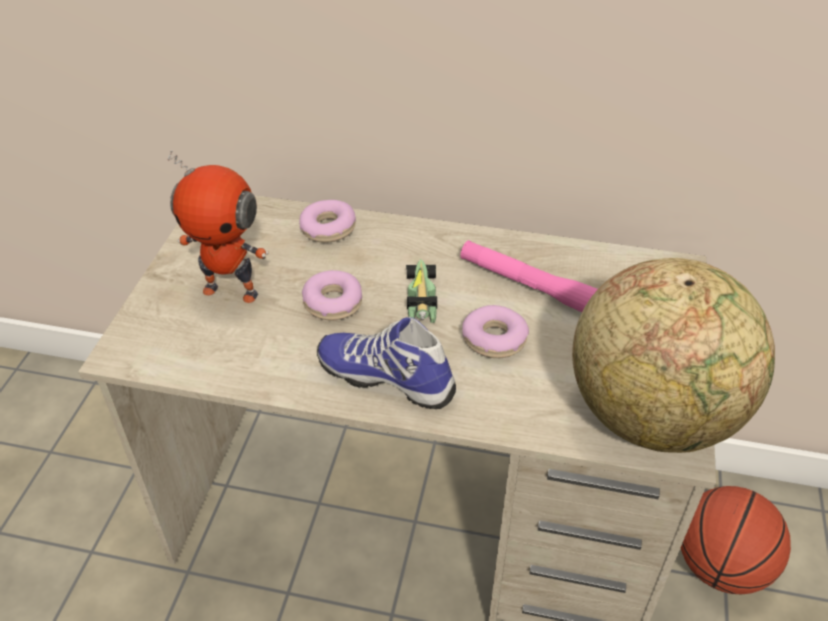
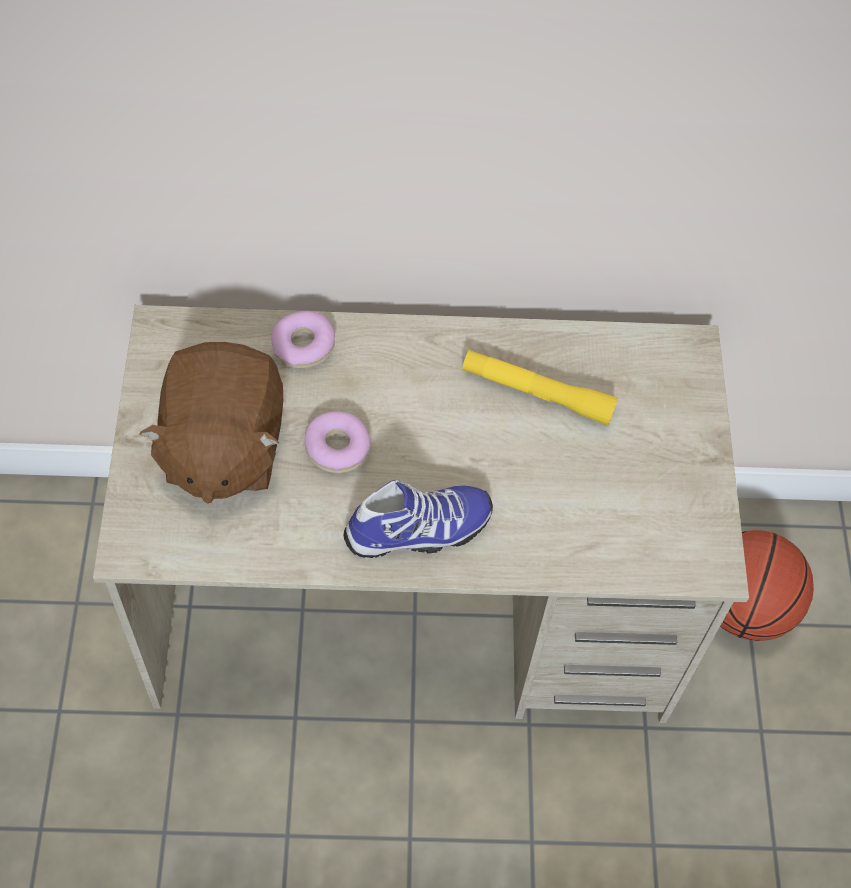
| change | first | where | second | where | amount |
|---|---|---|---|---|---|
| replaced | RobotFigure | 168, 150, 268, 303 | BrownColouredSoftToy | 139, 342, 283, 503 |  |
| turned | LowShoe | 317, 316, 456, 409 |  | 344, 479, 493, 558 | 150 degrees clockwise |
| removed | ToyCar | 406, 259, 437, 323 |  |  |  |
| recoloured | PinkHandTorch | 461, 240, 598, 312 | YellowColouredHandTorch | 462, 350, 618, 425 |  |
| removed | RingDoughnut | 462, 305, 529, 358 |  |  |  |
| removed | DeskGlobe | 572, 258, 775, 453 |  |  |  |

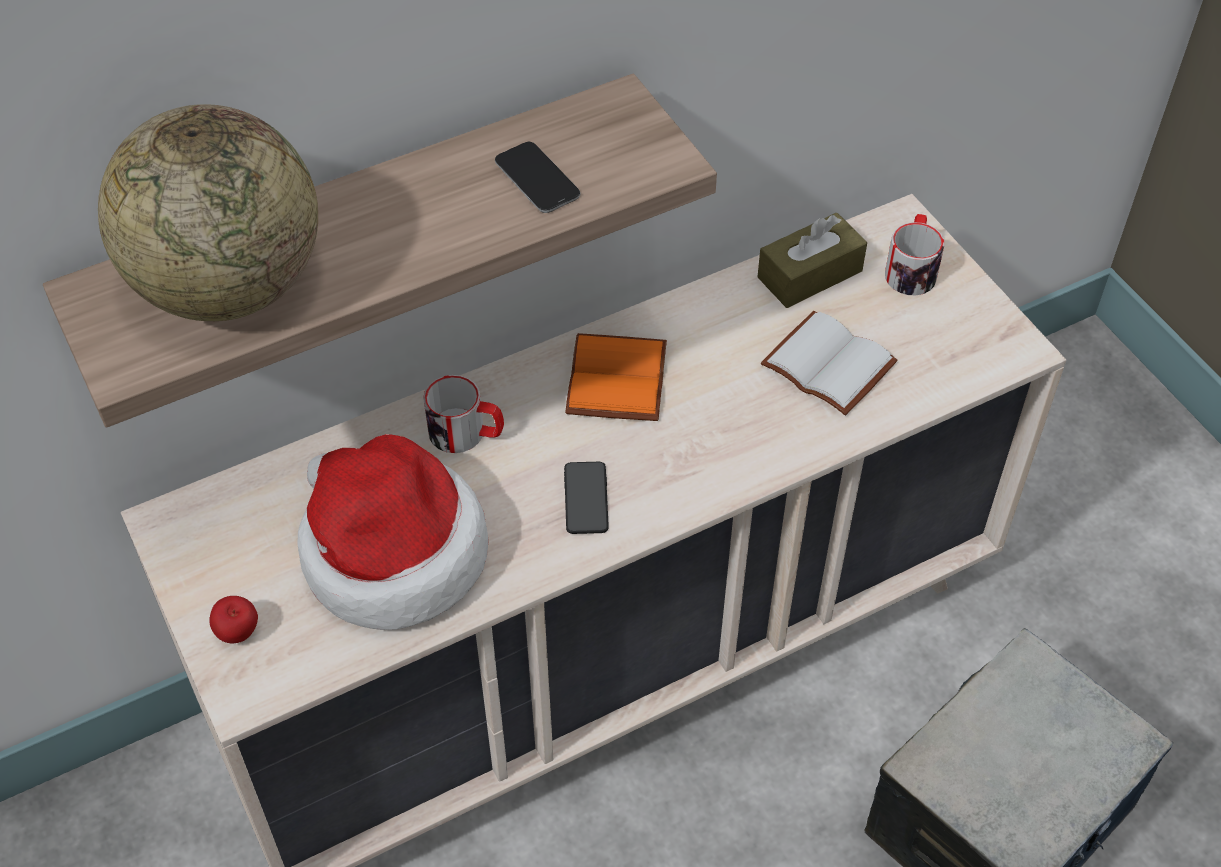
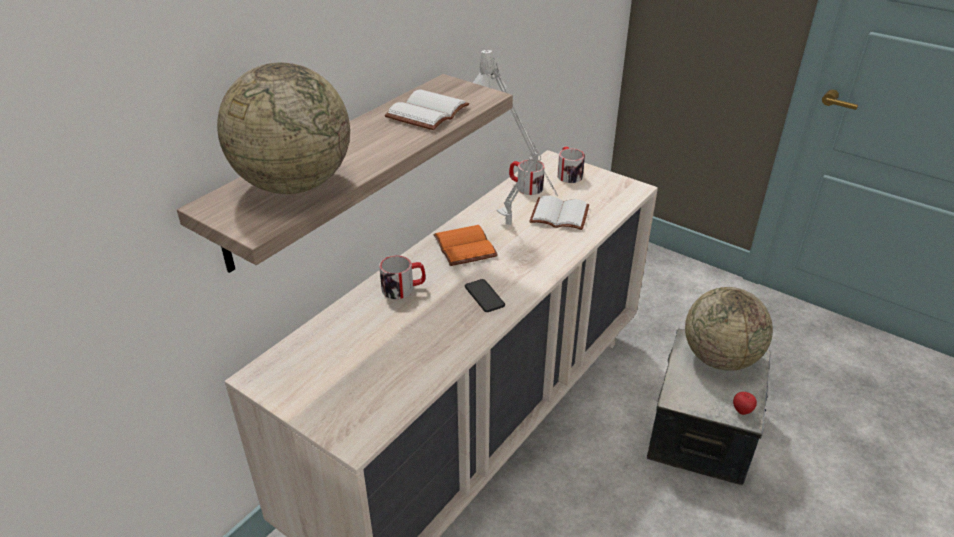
| change | first | where | second | where | amount |
|---|---|---|---|---|---|
| moved | WholeApple | 209, 596, 258, 643 |  | 733, 392, 757, 415 |  |
| removed | WearableHat | 298, 434, 489, 630 |  |  |  |
| replaced | Telephone | 495, 142, 580, 213 | WhitishBook | 385, 89, 469, 130 |  |
| replaced | BrownColouredTissueHolder | 757, 213, 867, 308 | Mug | 509, 160, 545, 195 |  |
| added |  |  | GreyLampForATable | 473, 48, 558, 225 |  |
| added |  |  | DeskGlobe | 685, 287, 773, 371 |  |

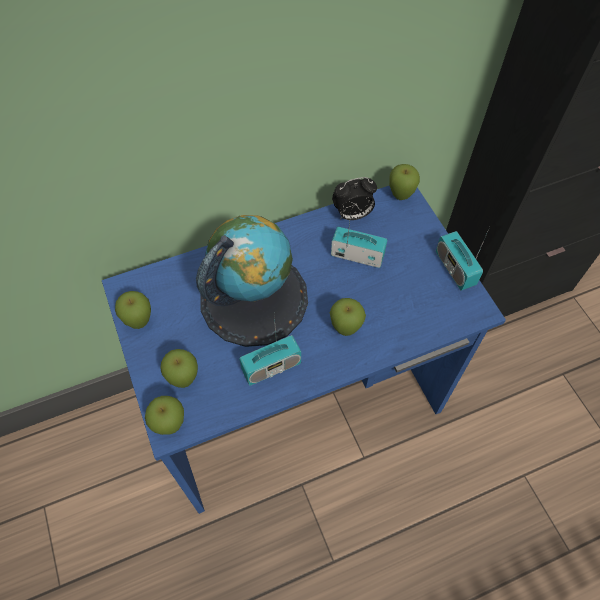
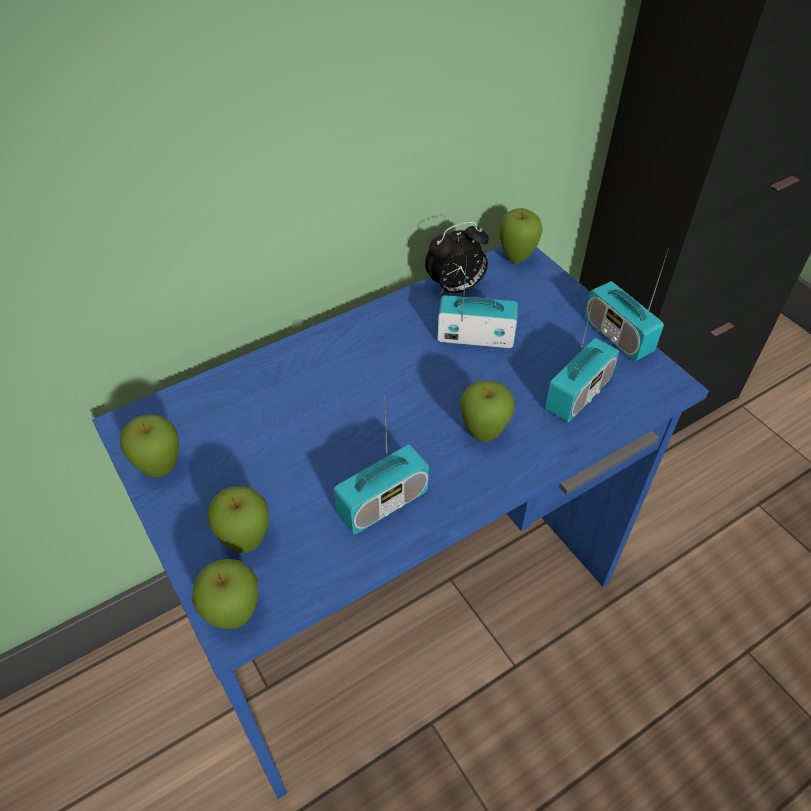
| change | first | where | second | where | amount |
|---|---|---|---|---|---|
| removed | DeskGlobe | 196, 215, 308, 347 |  |  |  |
| added |  |  | Radio | 545, 288, 619, 422 |  |

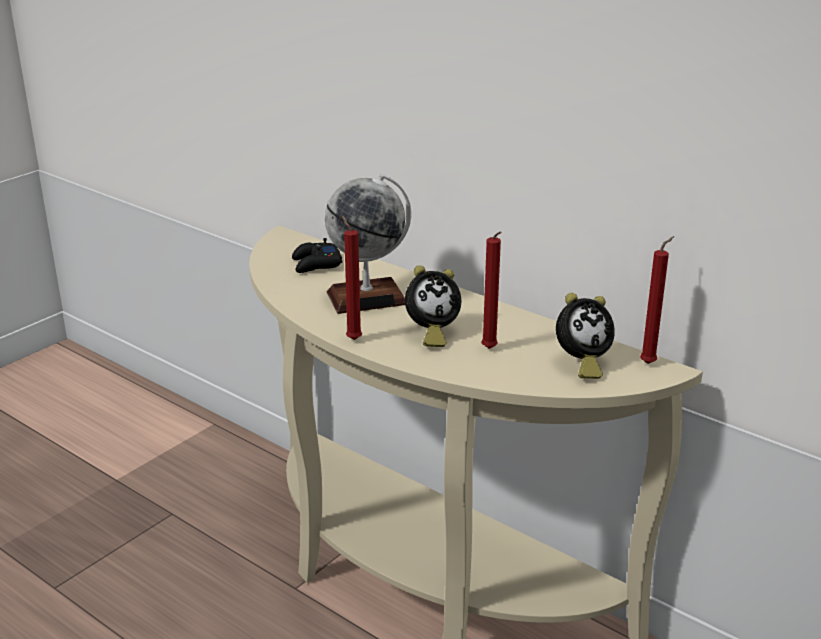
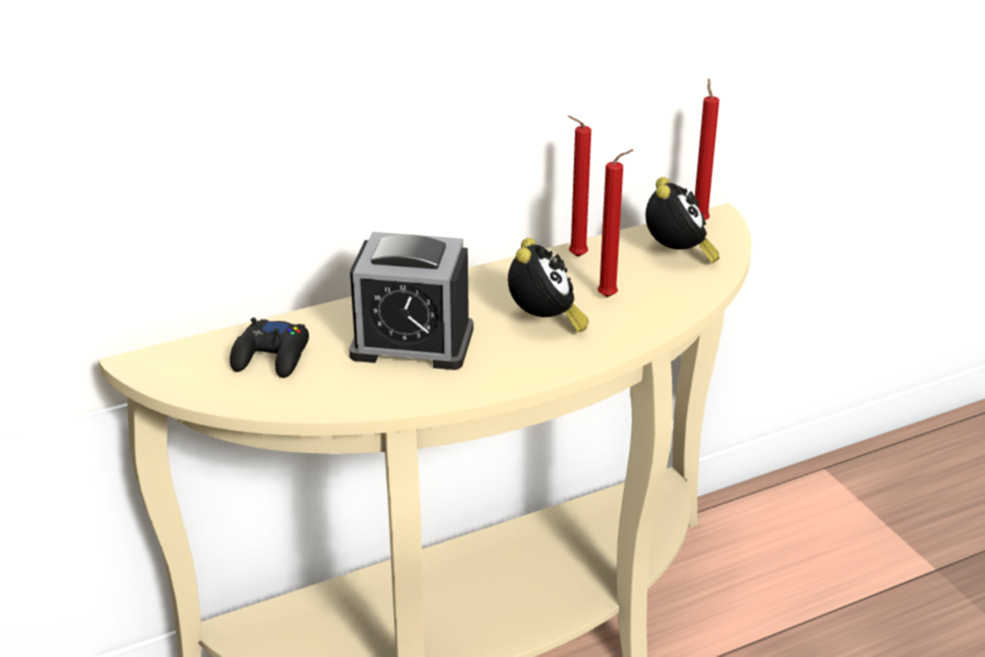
| change | first | where | second | where | amount |
|---|---|---|---|---|---|
| replaced | DeskGlobe | 325, 174, 411, 314 | TableClock | 349, 232, 474, 370 |  |
| moved | RedWaxLight | 342, 215, 362, 340 |  | 568, 115, 591, 257 |  |

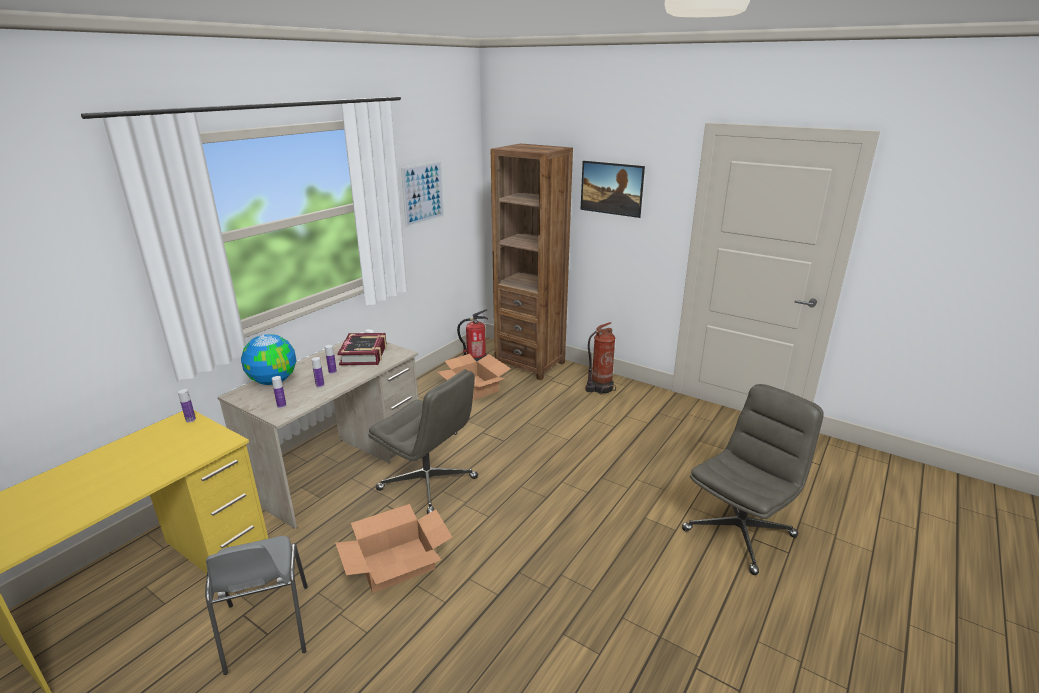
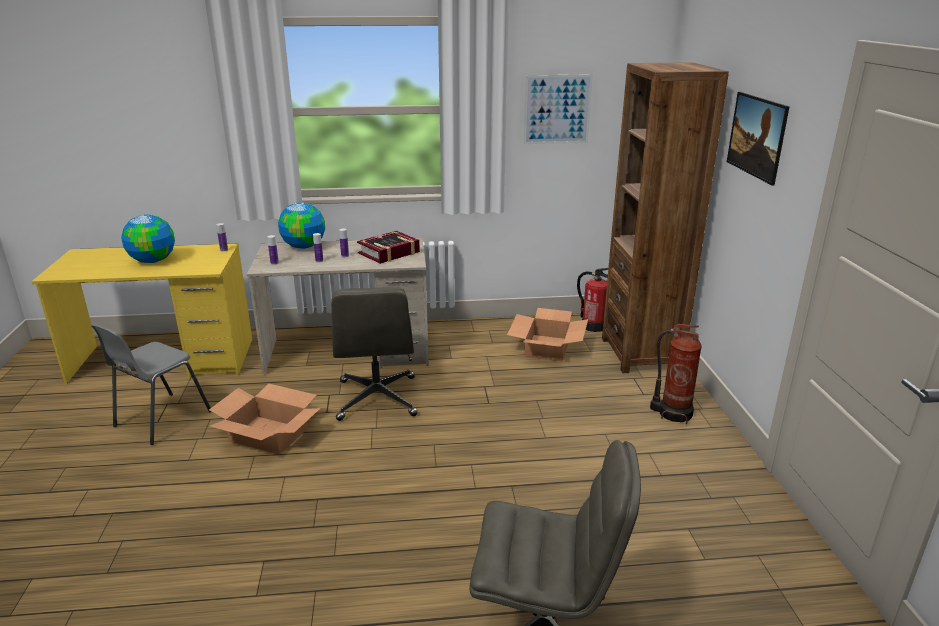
| change | first | where | second | where | amount |
|---|---|---|---|---|---|
| added |  |  | DeskGlobe | 121, 214, 175, 263 |  |

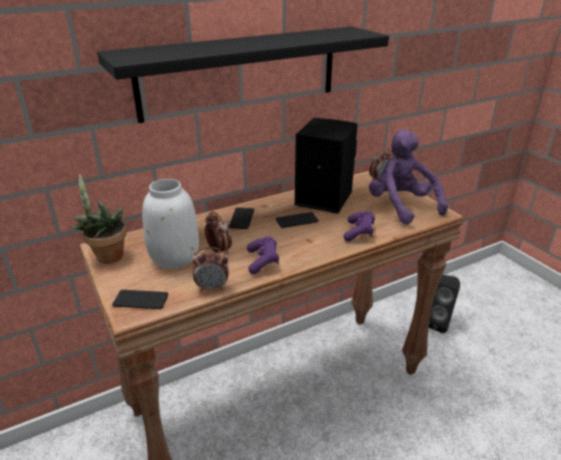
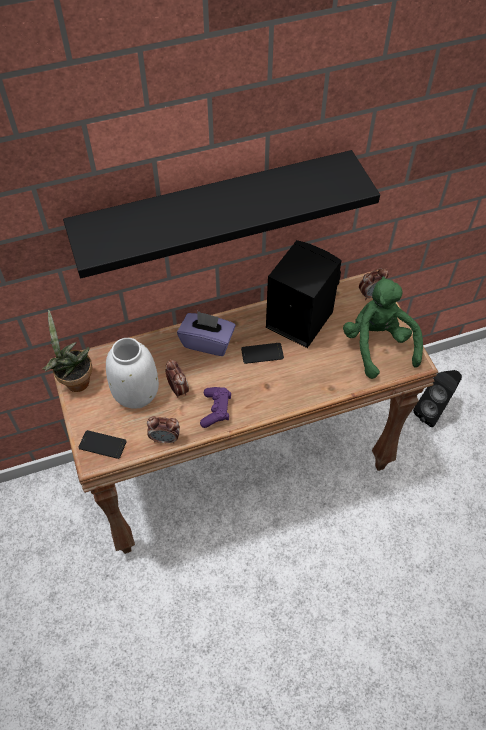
| change | first | where | second | where | amount |
|---|---|---|---|---|---|
| replaced | Telephone | 229, 208, 254, 229 | PurpleColouredTissueHolder | 177, 311, 236, 356 |  |
| removed | PurpleColouredJoypad | 344, 211, 375, 241 |  |  |  |
| recoloured | PurpleColouredSoftToy | 369, 130, 448, 225 | GreenColouredSoftToy | 343, 276, 423, 379 |  |

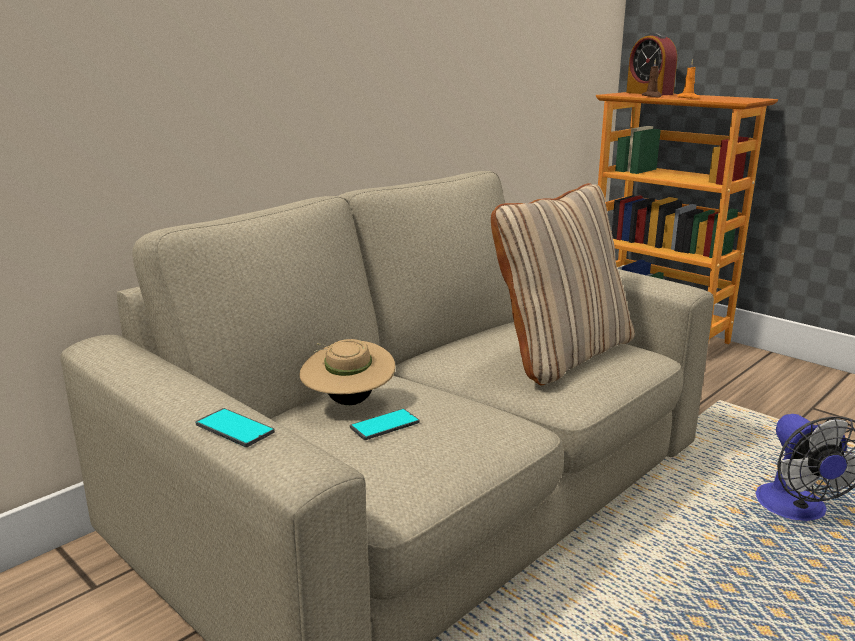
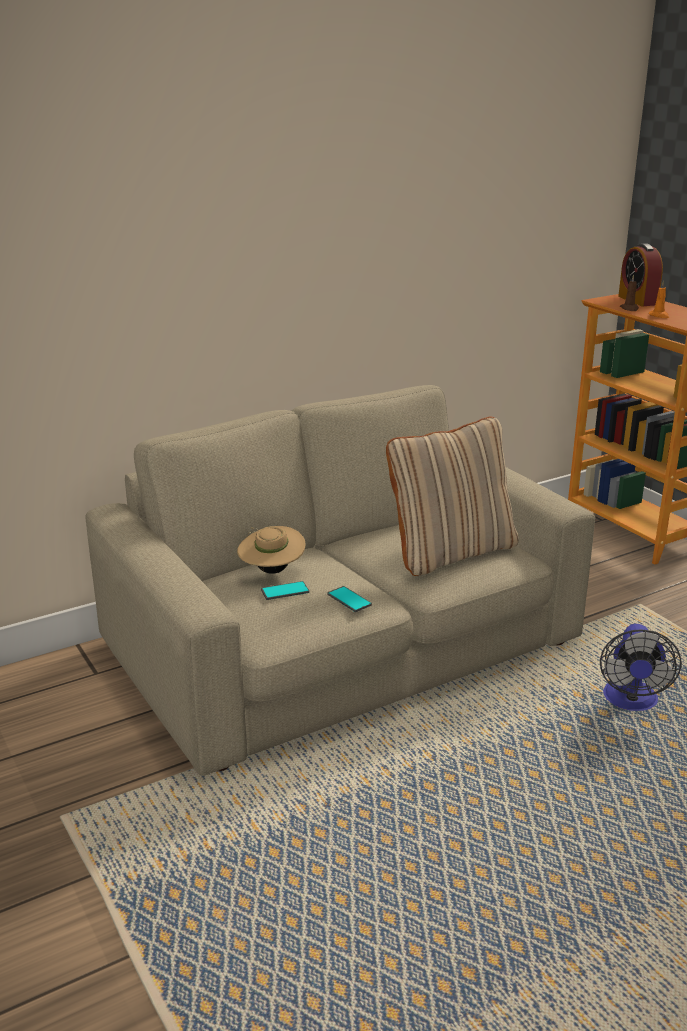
| change | first | where | second | where | amount |
|---|---|---|---|---|---|
| moved | Telephone | 195, 408, 275, 447 |  | 327, 586, 372, 612 |  |

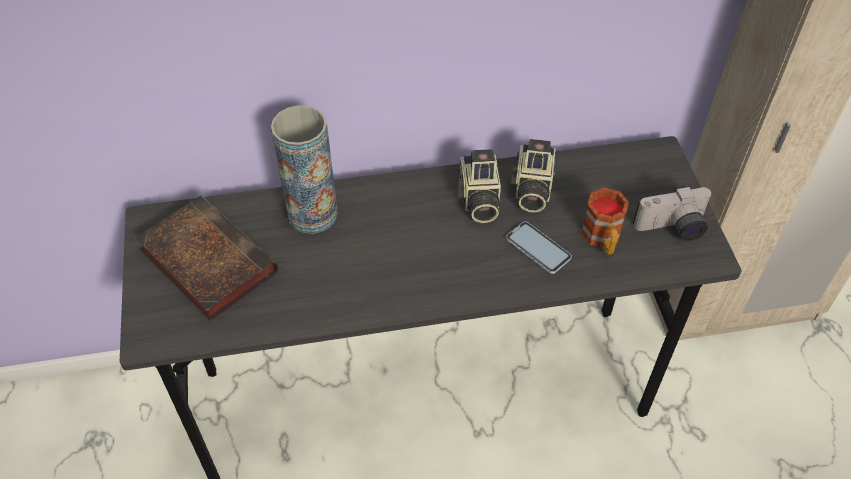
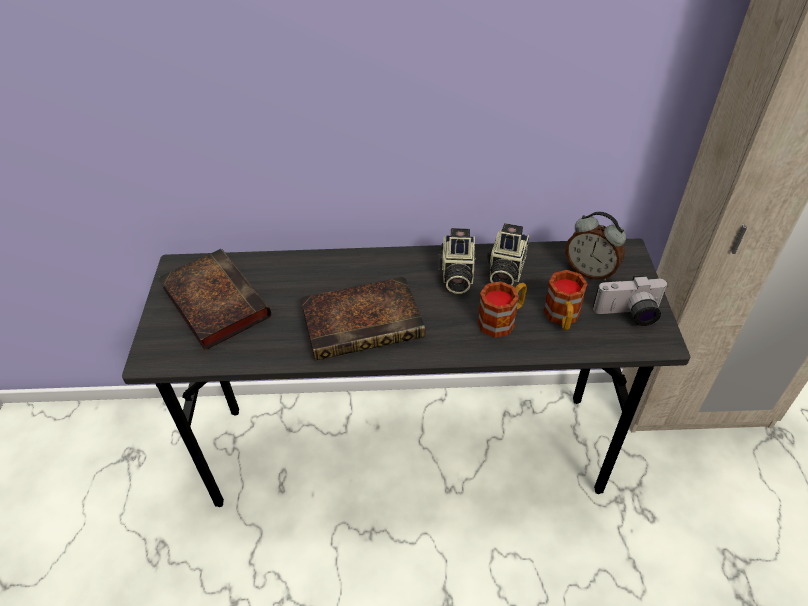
| change | first | where | second | where | amount |
|---|---|---|---|---|---|
| removed | FlowerVase | 271, 105, 338, 234 |  |  |  |
| replaced | Telephone | 506, 222, 572, 274 | Mug | 478, 281, 527, 338 |  |
| added |  |  | Book | 301, 277, 425, 360 |  |
| added |  |  | TableClock | 565, 211, 626, 281 |  |

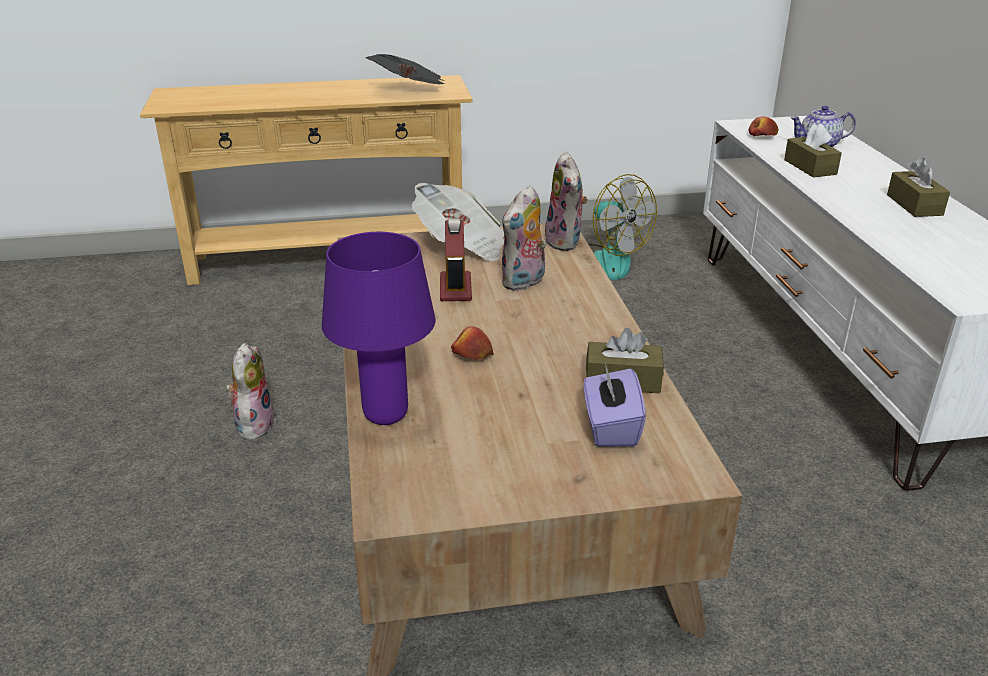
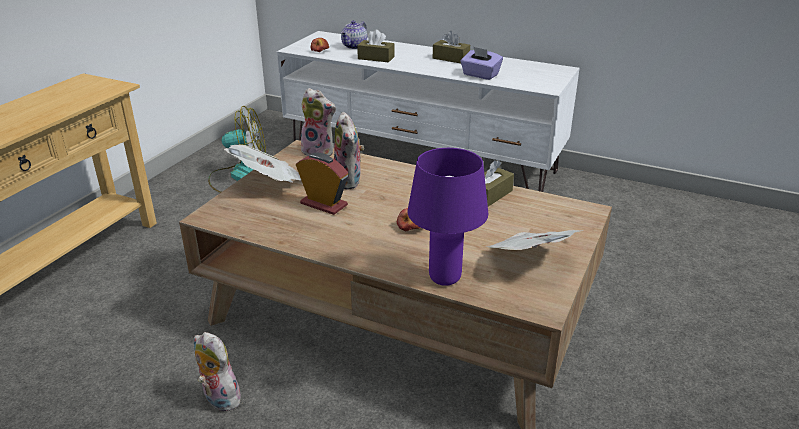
| change | first | where | second | where | amount |
|---|---|---|---|---|---|
| moved | Newspaper | 365, 54, 445, 84 |  | 486, 230, 583, 250 |  |
| moved | PurpleColouredTissueHolder | 584, 366, 646, 447 |  | 460, 46, 503, 80 |  |

